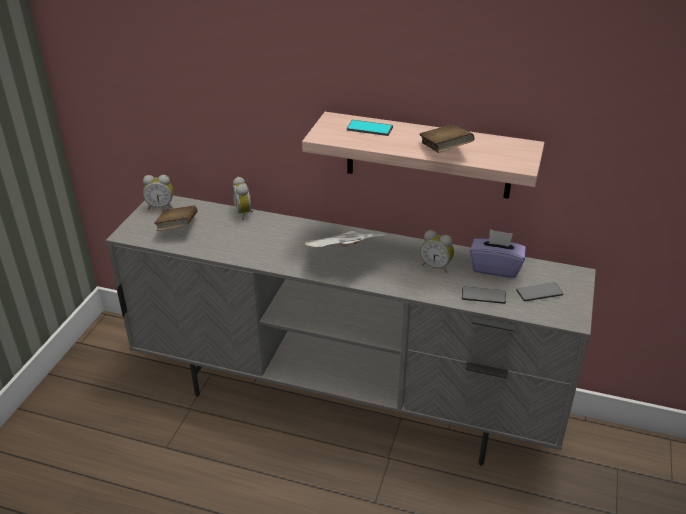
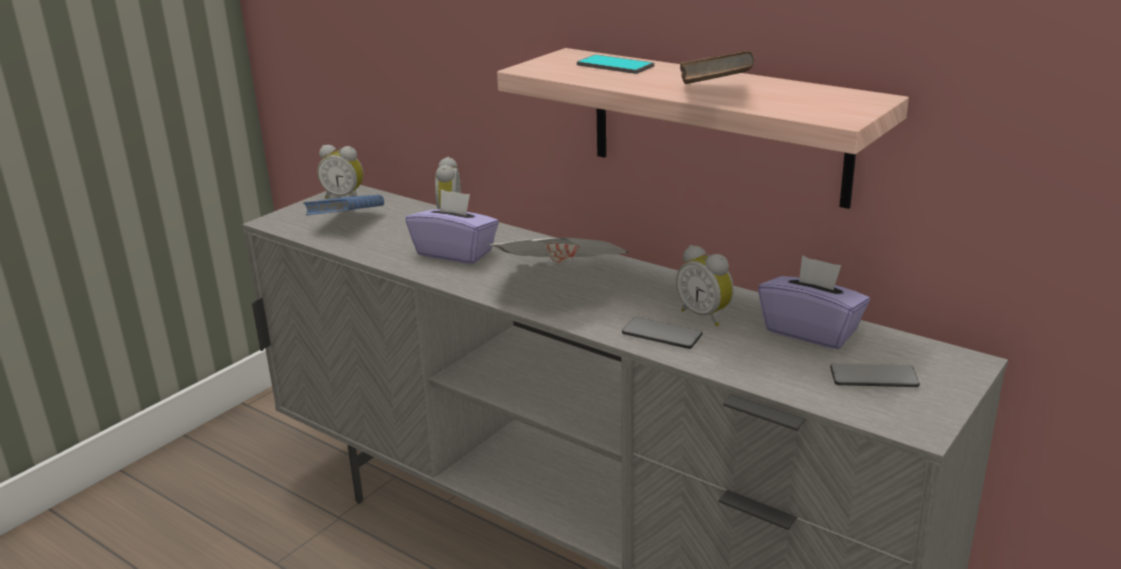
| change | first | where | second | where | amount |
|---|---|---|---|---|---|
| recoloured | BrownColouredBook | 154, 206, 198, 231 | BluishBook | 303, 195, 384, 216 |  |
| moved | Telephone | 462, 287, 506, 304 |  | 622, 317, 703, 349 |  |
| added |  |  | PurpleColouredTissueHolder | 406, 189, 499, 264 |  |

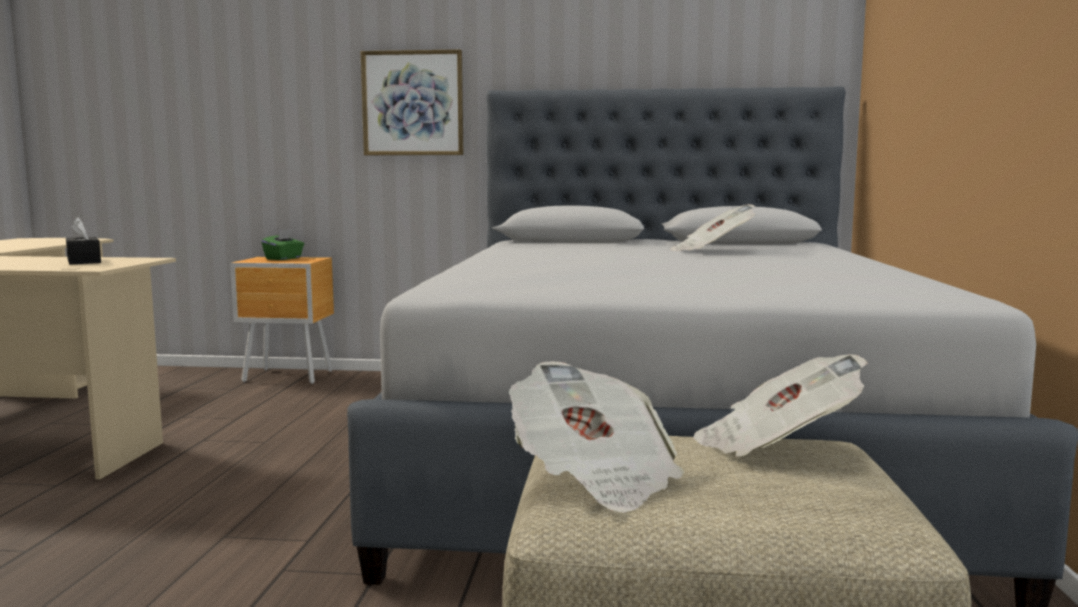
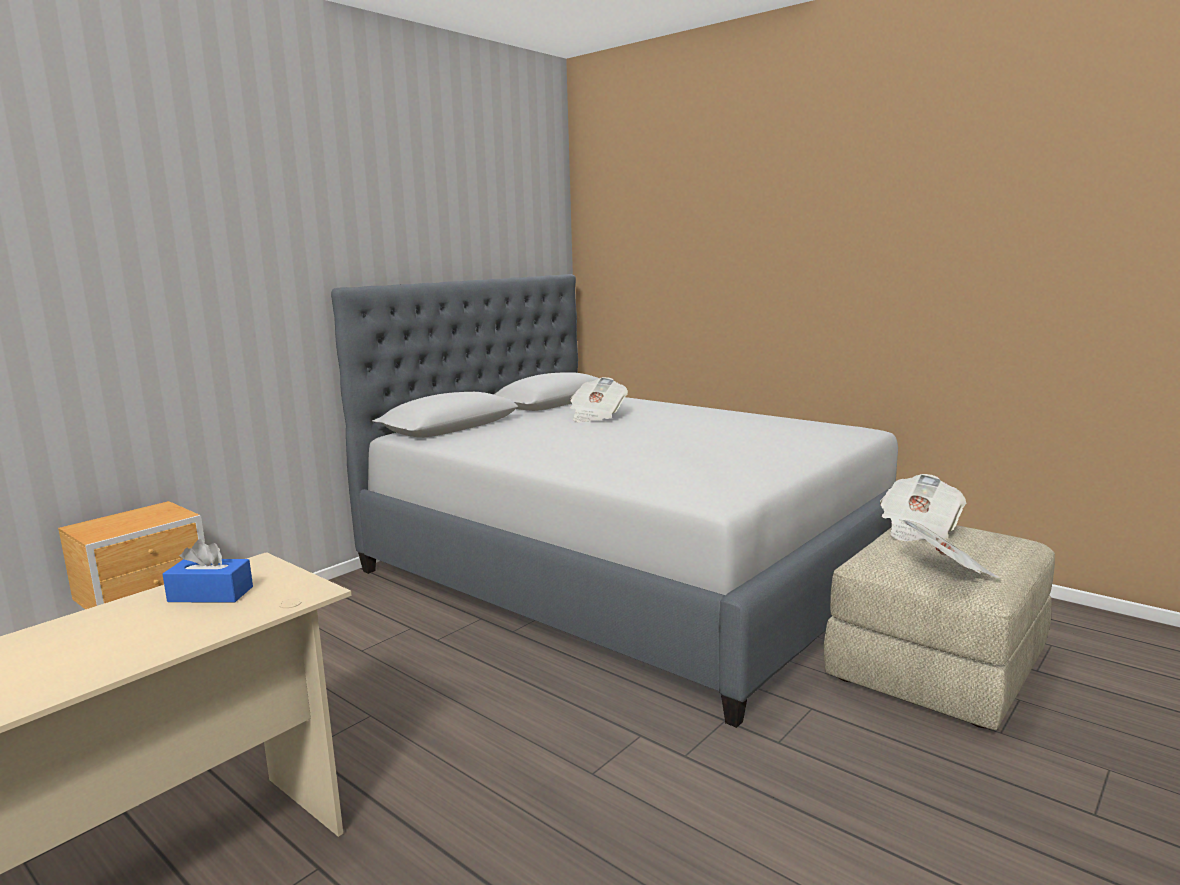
| change | first | where | second | where | amount |
|---|---|---|---|---|---|
| recoloured | BlackColouredTissueHolder | 66, 217, 101, 264 | BluishTissueHolder | 163, 539, 253, 603 |  |
| removed | GreenColouredTissueHolder | 261, 229, 304, 260 |  |  |  |
| removed | Picture | 360, 49, 464, 155 |  |  |  |

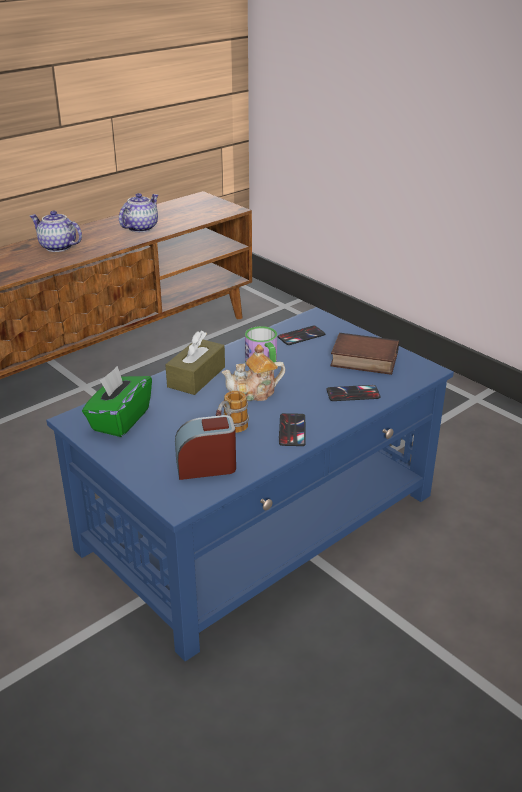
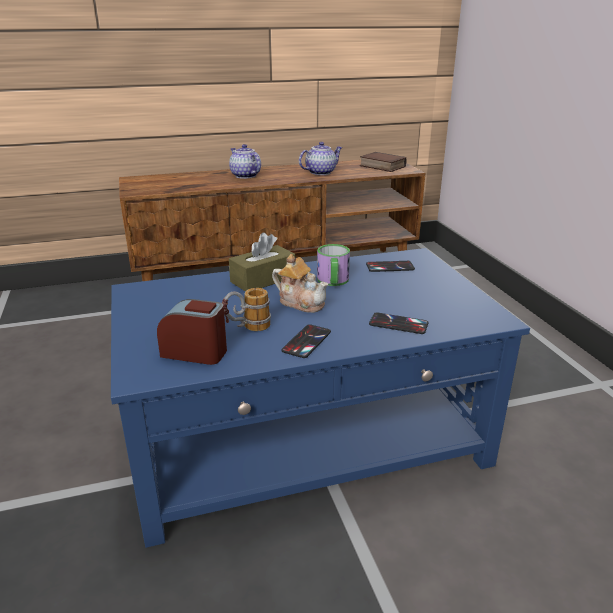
| change | first | where | second | where | amount |
|---|---|---|---|---|---|
| removed | GreenColouredTissueHolder | 82, 366, 152, 437 |  |  |  |
| turned | PotForTea | 221, 344, 285, 401 |  | 272, 254, 328, 313 | 150 degrees counterclockwise |
| moved | Book | 330, 333, 399, 375 |  | 360, 152, 407, 172 |  |

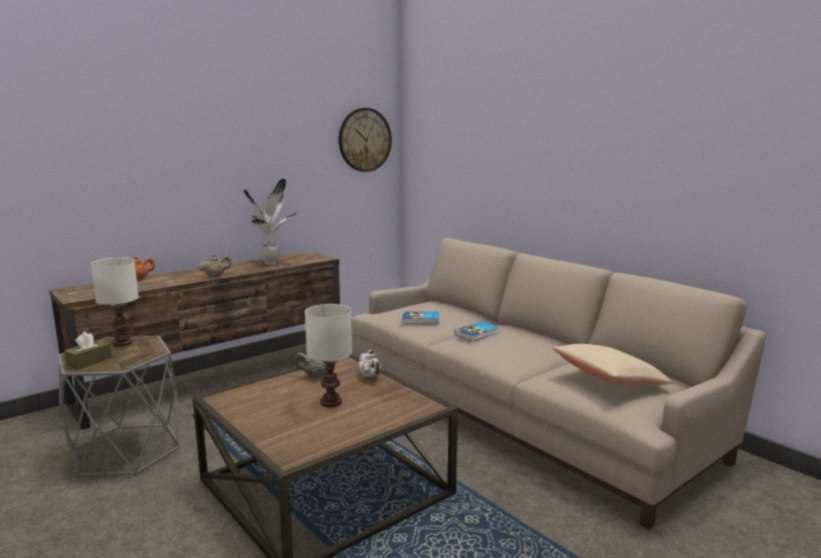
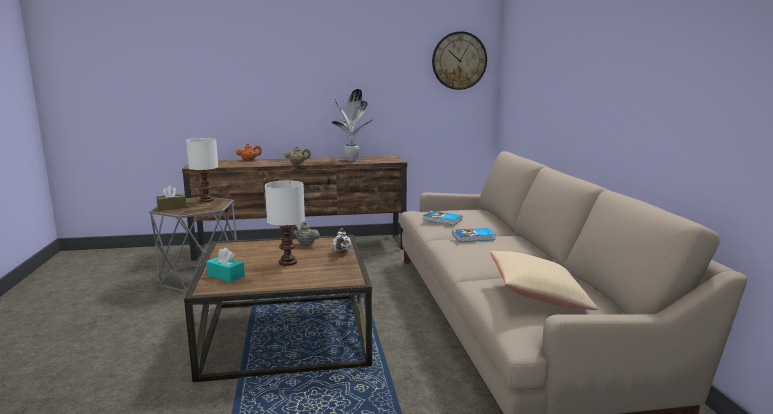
| change | first | where | second | where | amount |
|---|---|---|---|---|---|
| added |  |  | BlueGreenTissueHolder | 206, 247, 245, 282 |  |

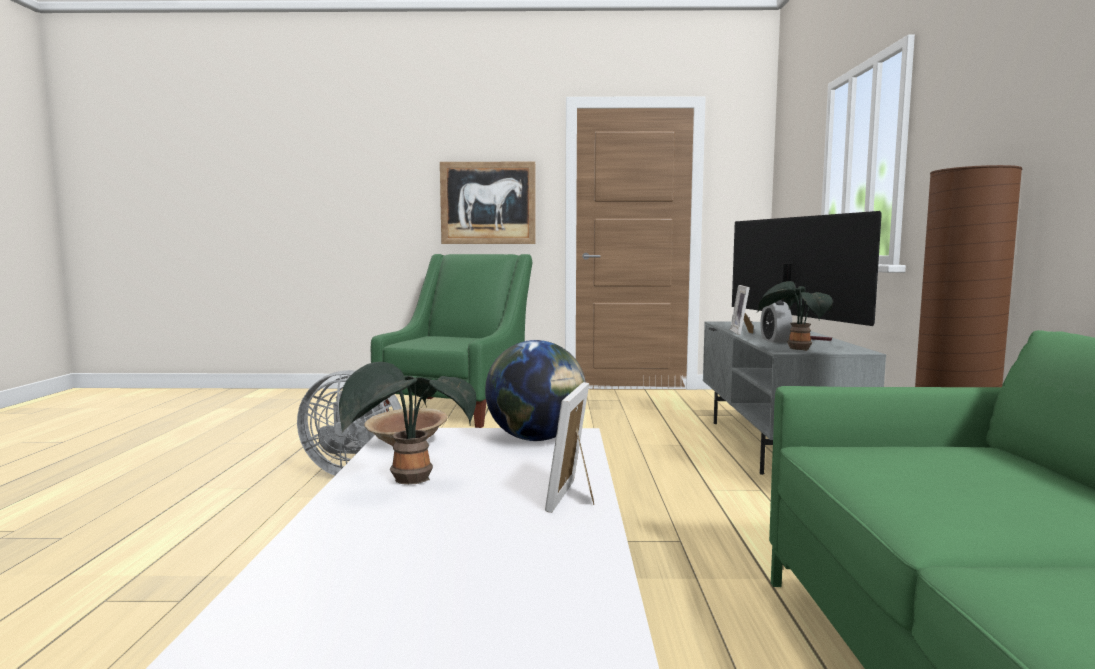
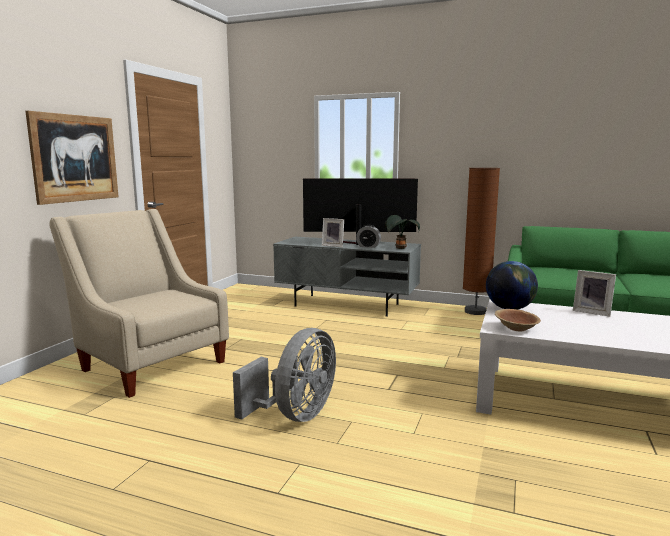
| change | first | where | second | where | amount |
|---|---|---|---|---|---|
| removed | PlantInAPot | 339, 362, 476, 485 |  |  |  |
| recoloured | GreenColouredLoungeChair | 371, 254, 532, 428 | BeigeLoungeChair | 50, 209, 229, 398 |  |

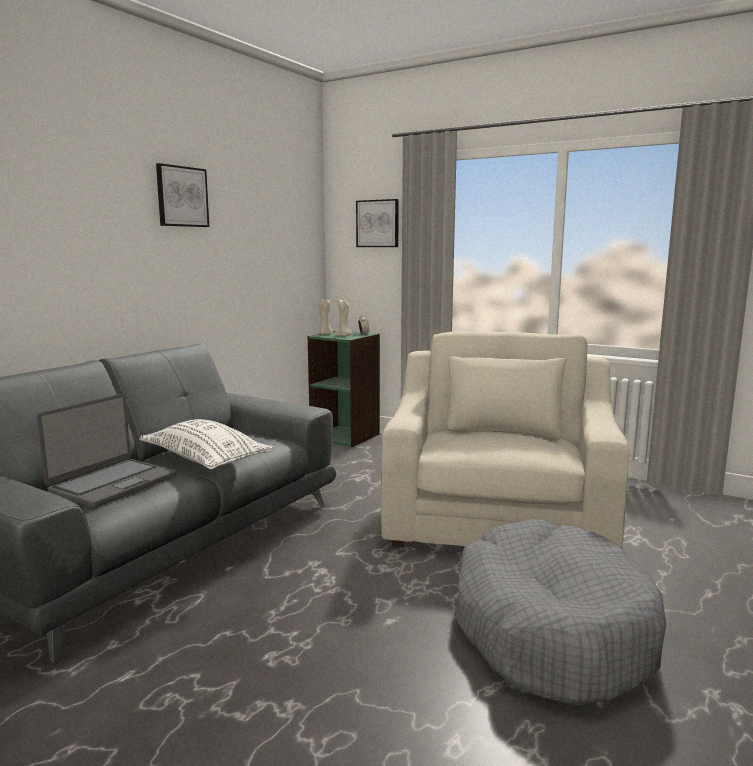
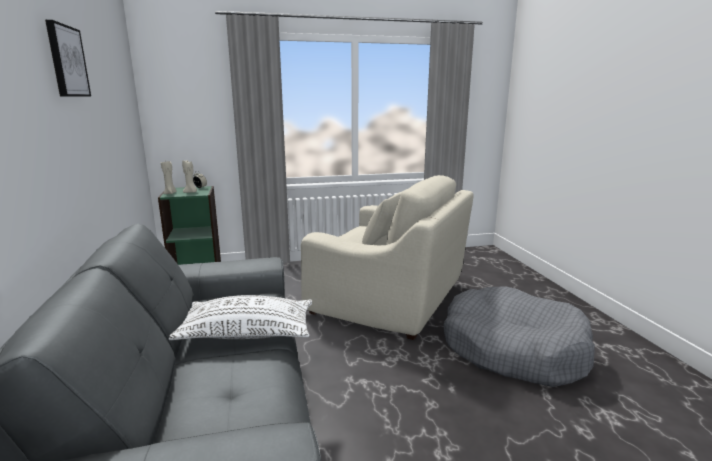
| change | first | where | second | where | amount |
|---|---|---|---|---|---|
| removed | NotebookComputer | 37, 394, 176, 508 |  |  |  |
| removed | Picture | 356, 199, 399, 247 |  |  |  |
| turned | BeigeLoungeChair | 381, 331, 629, 549 |  | 301, 175, 474, 340 | 150 degrees clockwise |

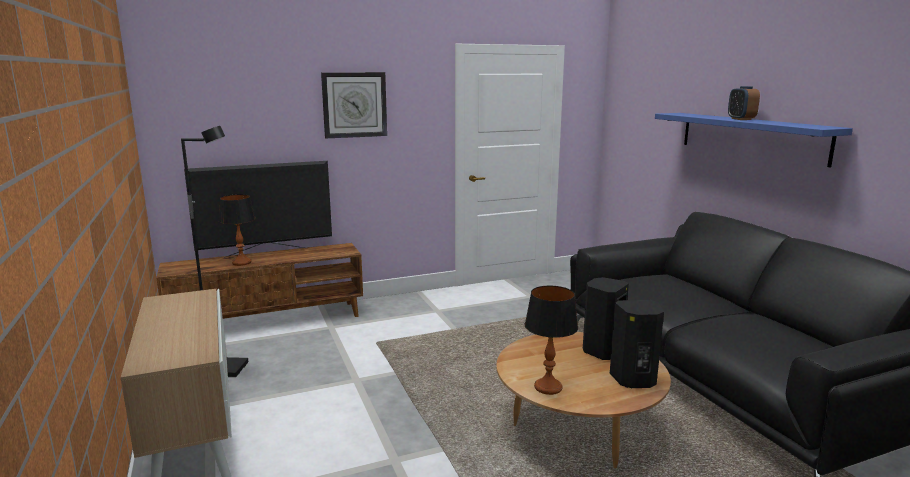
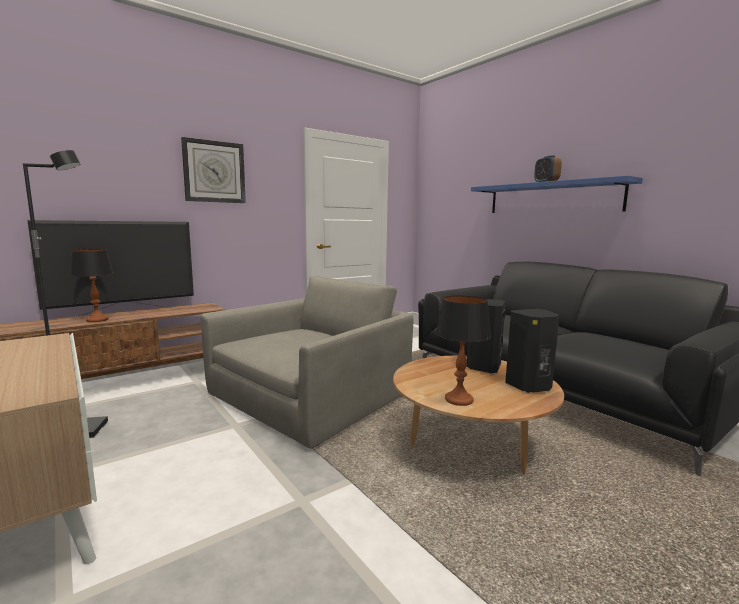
| change | first | where | second | where | amount |
|---|---|---|---|---|---|
| added |  |  | GreyLoungeChair | 200, 276, 414, 449 |  |

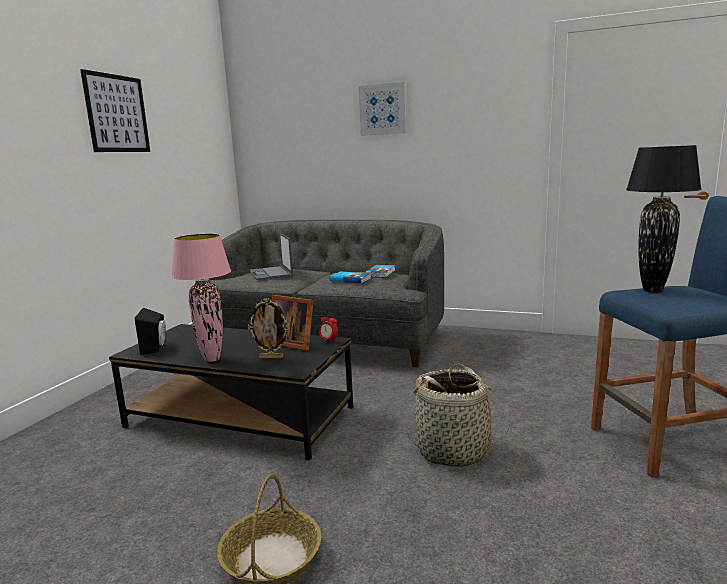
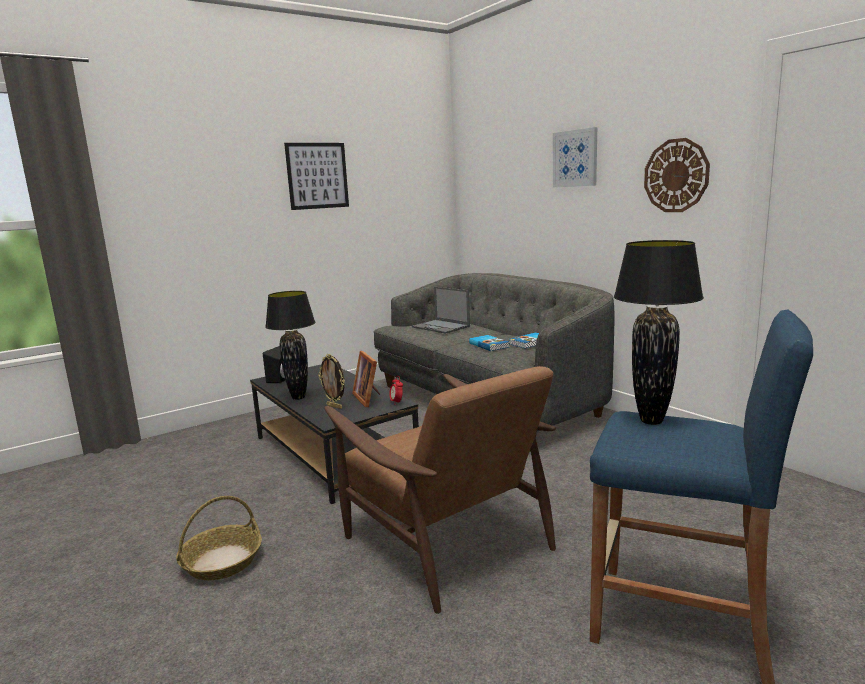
| change | first | where | second | where | amount |
|---|---|---|---|---|---|
| recoloured | PinkLampForATable | 171, 234, 231, 362 | BlackColouredLampForATable | 265, 291, 315, 400 |  |
| turned | NotebookComputer | 249, 233, 293, 280 |  | 412, 287, 470, 334 | 60 degrees counterclockwise |
| replaced | StorageBasket | 407, 364, 510, 467 | BrownColouredLoungeChair | 325, 366, 556, 614 |  |
| added |  |  | WallClock | 644, 138, 710, 212 |  |

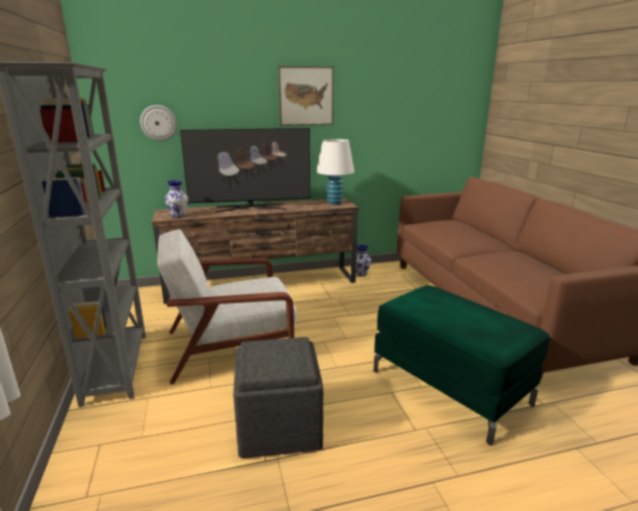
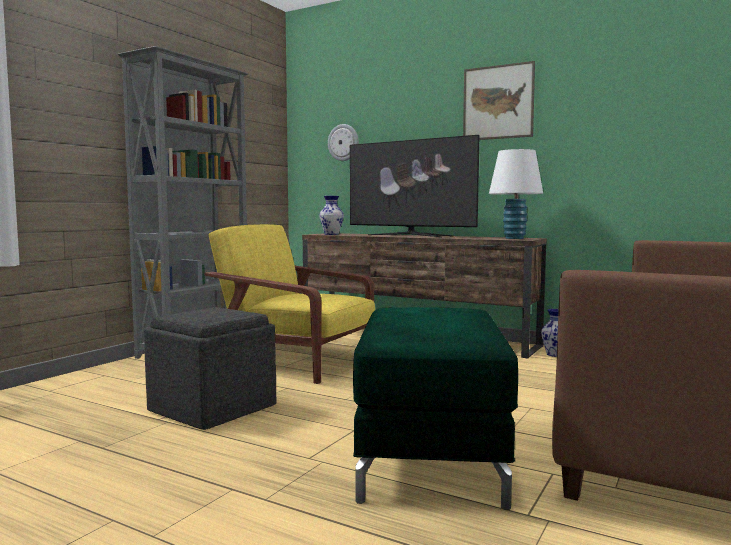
| change | first | where | second | where | amount |
|---|---|---|---|---|---|
| recoloured | WhitishLoungeChair | 157, 229, 297, 384 | YellowColouredLoungeChair | 204, 224, 375, 384 |  |

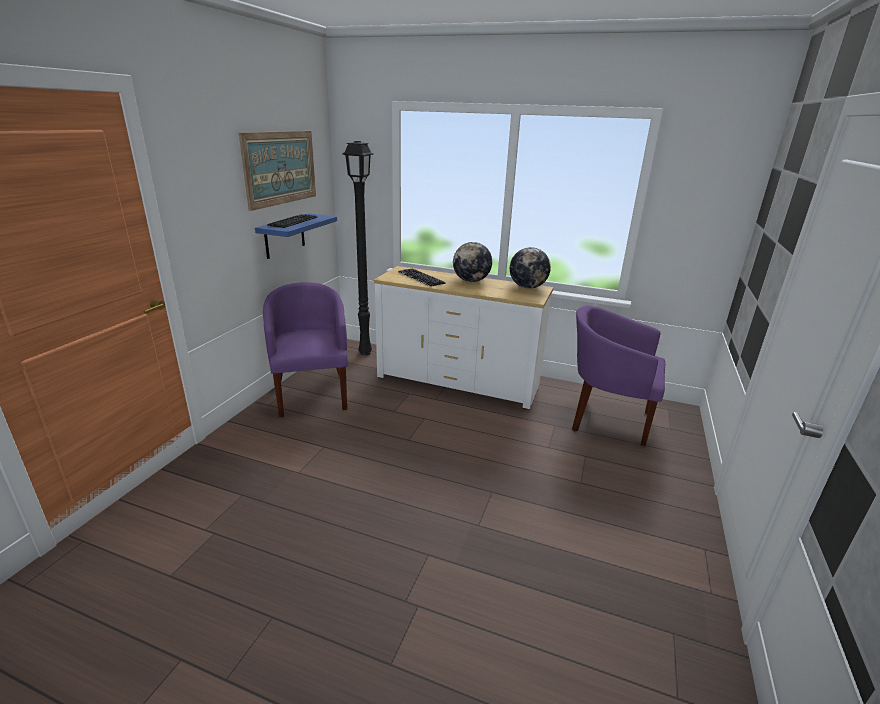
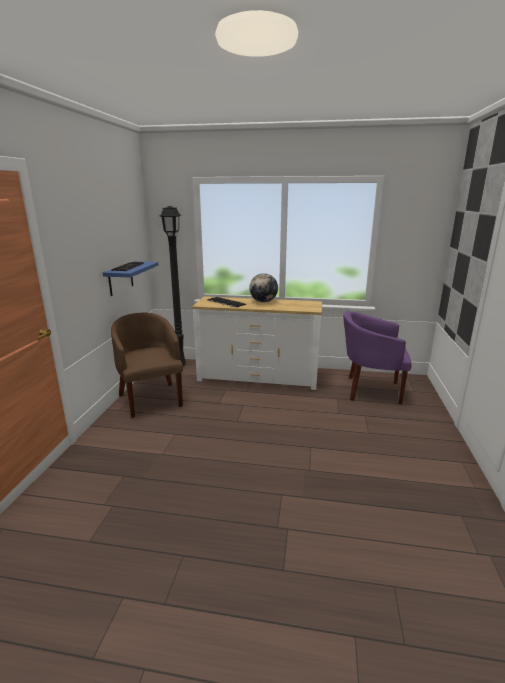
| change | first | where | second | where | amount |
|---|---|---|---|---|---|
| removed | Picture | 239, 131, 316, 211 |  |  |  |
| recoloured | PurpleColouredLoungeChair | 263, 282, 348, 417 | BrownColouredLoungeChair | 111, 313, 183, 418 |  |
| removed | DeskGlobe | 510, 247, 551, 289 |  |  |  |

